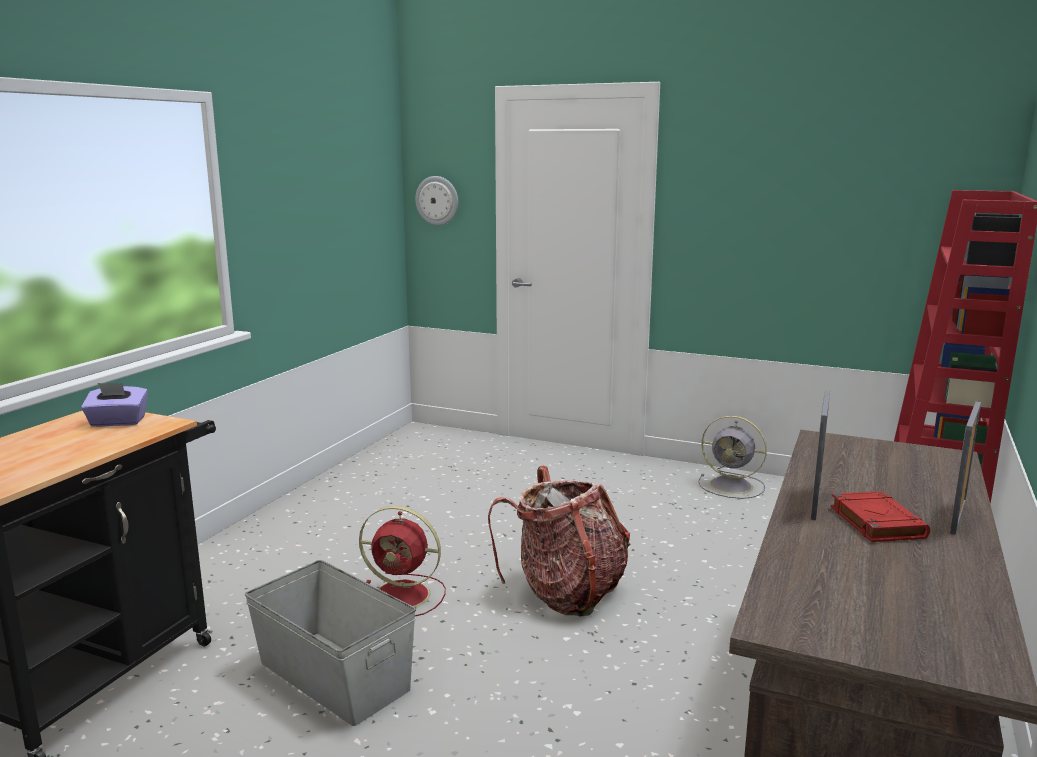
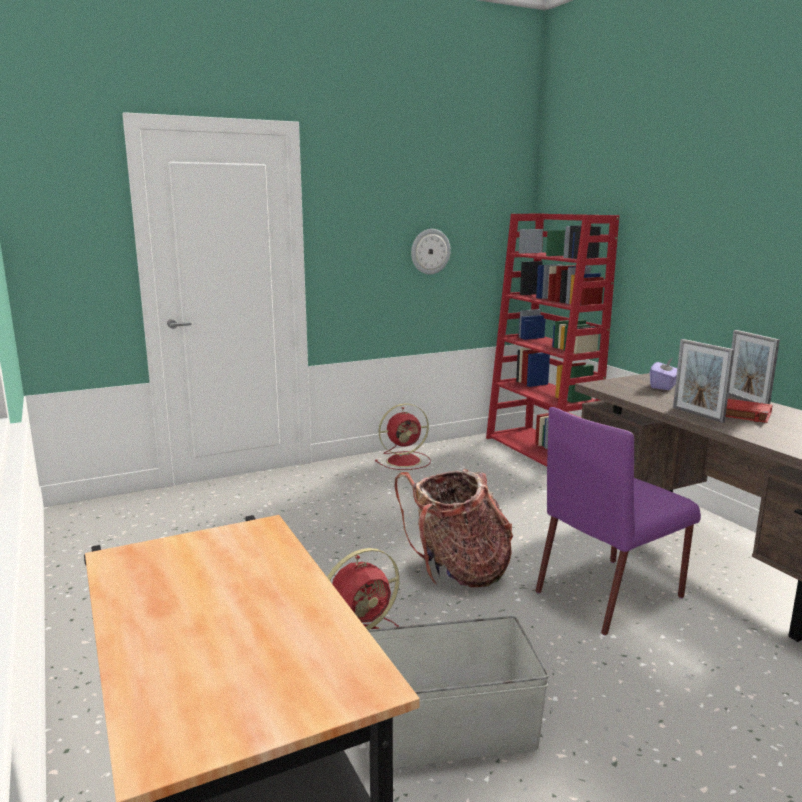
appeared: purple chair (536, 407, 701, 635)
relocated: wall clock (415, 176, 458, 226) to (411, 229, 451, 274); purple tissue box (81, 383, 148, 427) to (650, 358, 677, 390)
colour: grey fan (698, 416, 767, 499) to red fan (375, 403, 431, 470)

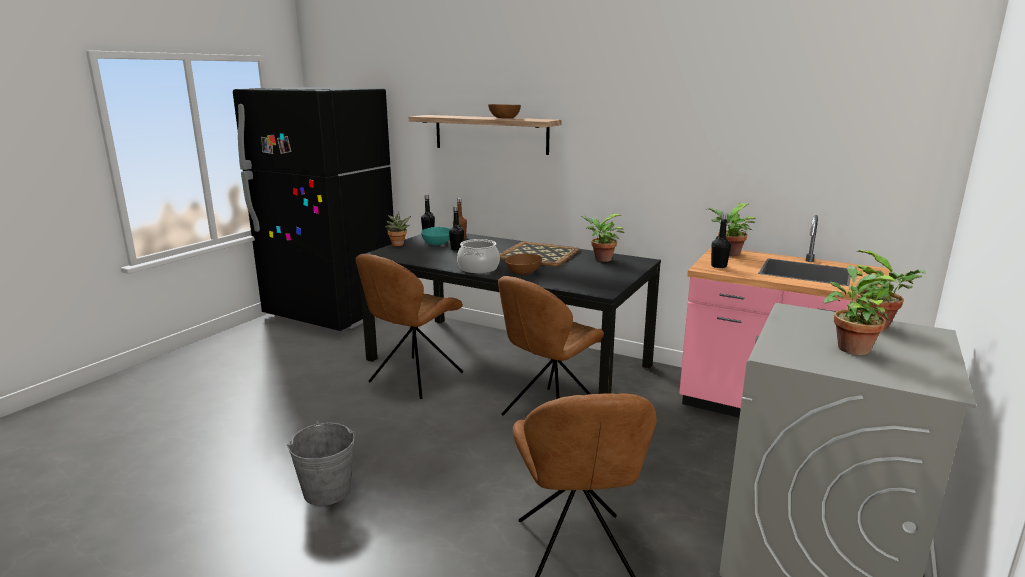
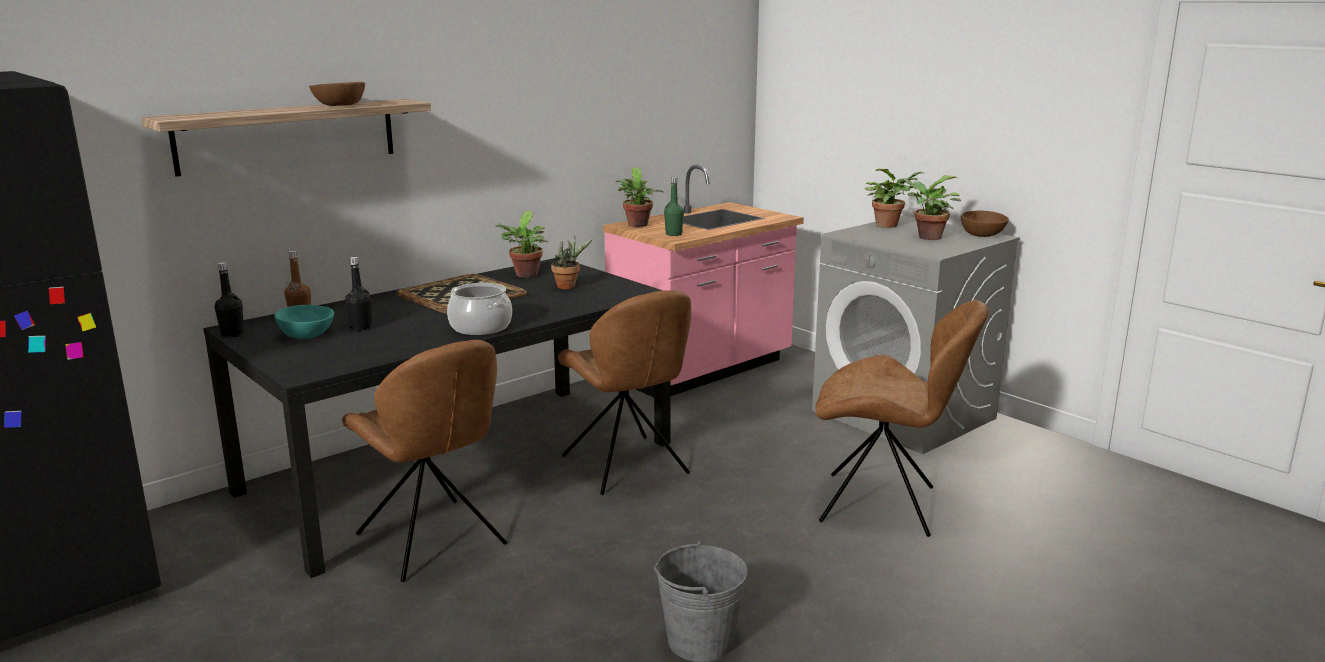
relocated: potted plant (385, 212, 411, 246) to (551, 235, 592, 289); brown bowl (505, 254, 542, 275) to (961, 211, 1009, 237)
colour: black bottle (711, 213, 731, 268) to green bottle (664, 177, 684, 236)

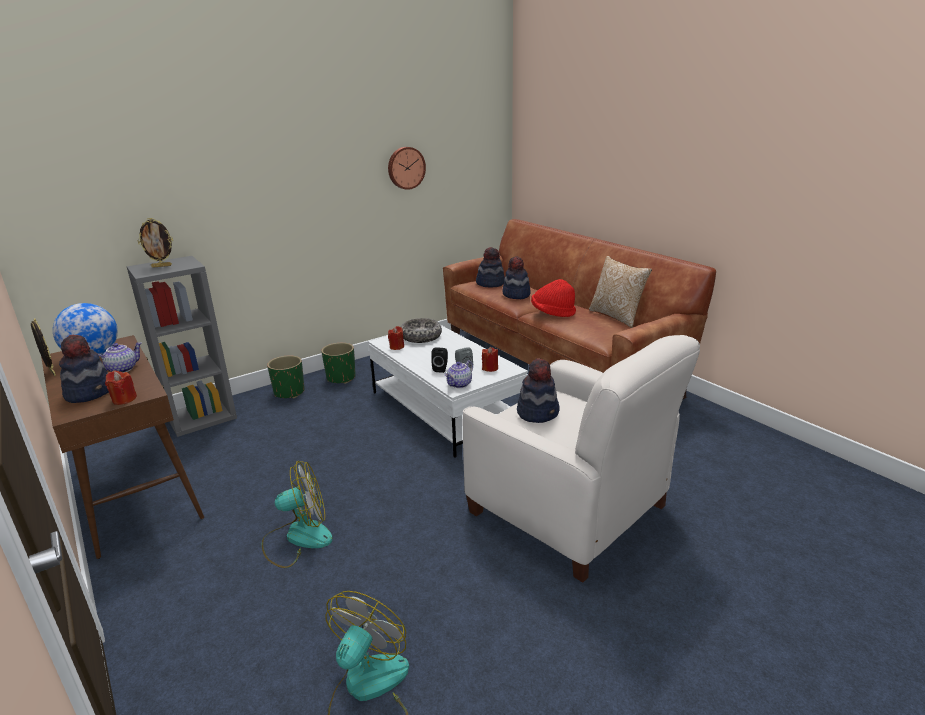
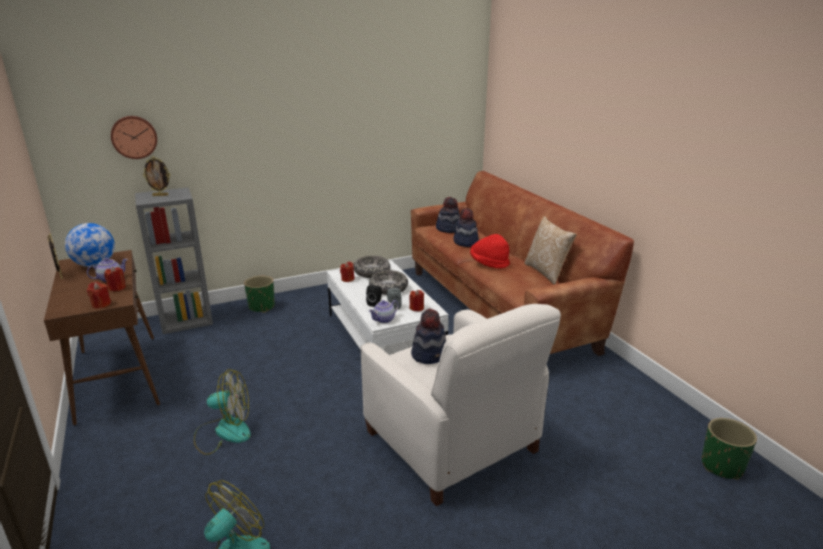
missing: hat (59, 334, 109, 403)
appeared: red candle (104, 267, 126, 291); bowl (369, 270, 408, 295)
relocated: wall clock (388, 147, 426, 190) to (111, 116, 157, 159); green planter (321, 343, 356, 384) to (702, 418, 757, 480)

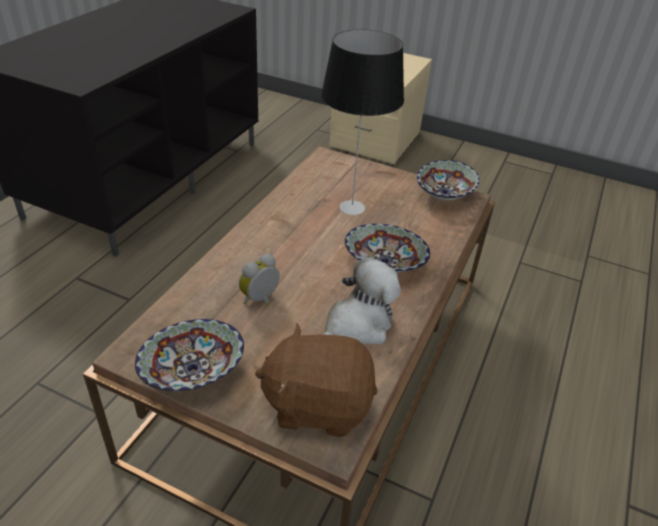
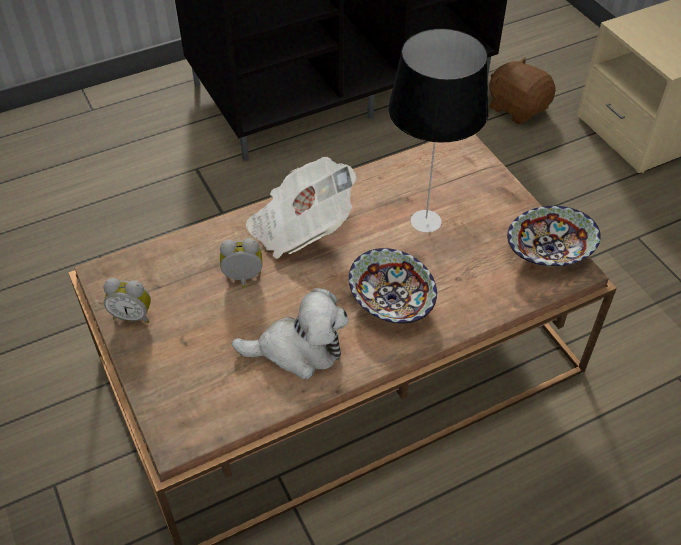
appeared: newspaper (246, 157, 357, 259)
relocated: brown plush toy (255, 323, 377, 437) to (489, 57, 556, 124)
exchanged: bowl (135, 319, 244, 391) to alarm clock (103, 278, 151, 323)

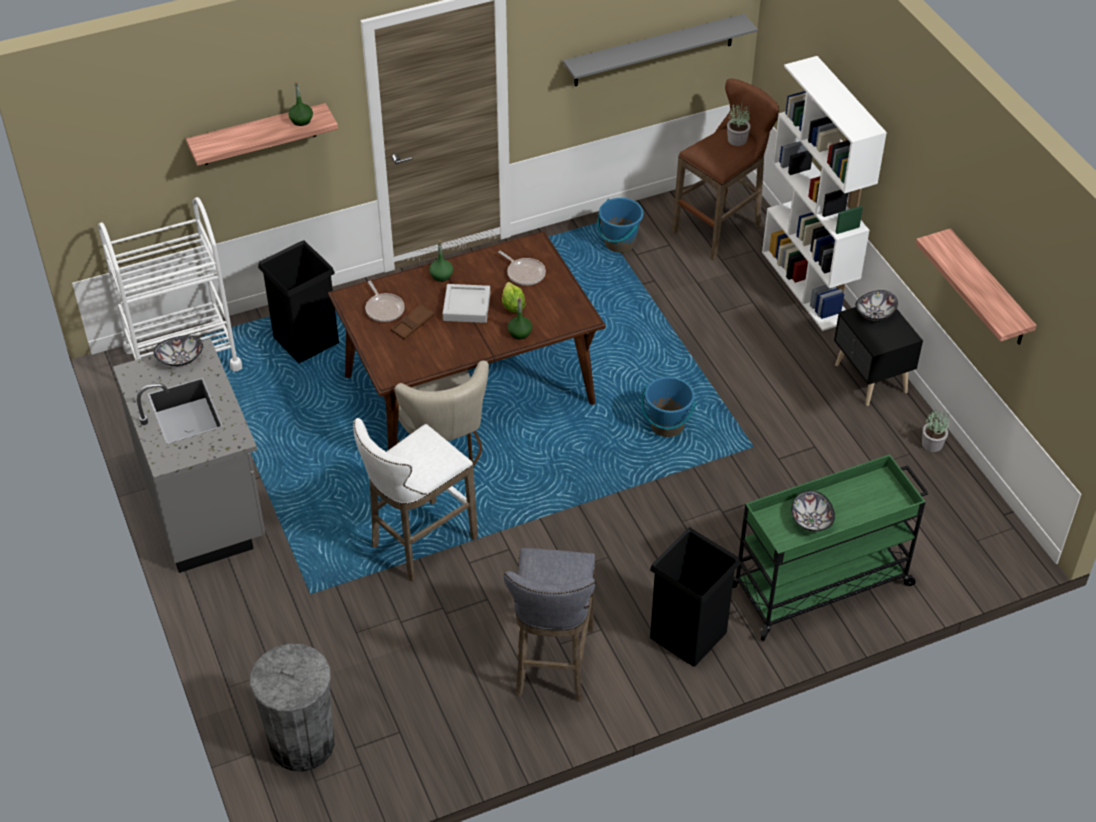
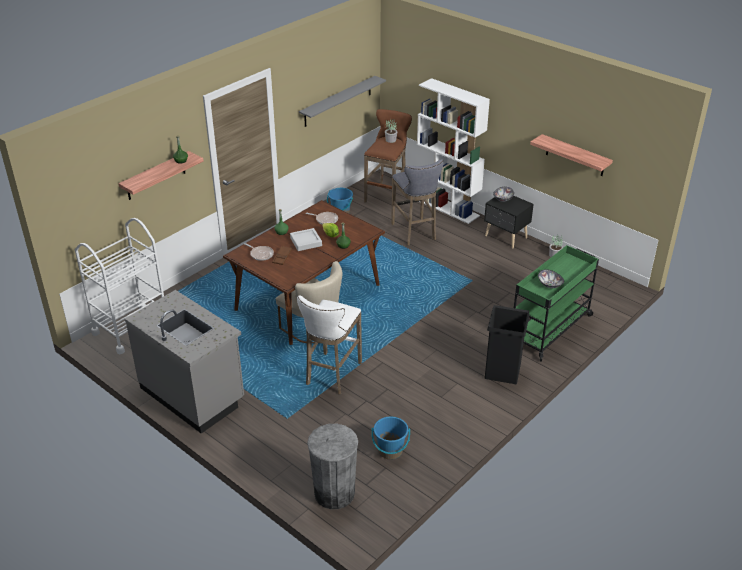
missing: black trash can (258, 240, 339, 363); bowl (153, 335, 203, 367)
relocated: blue bucket (641, 377, 696, 437) to (372, 417, 410, 460); grey stool (504, 548, 596, 702) to (391, 159, 444, 245)

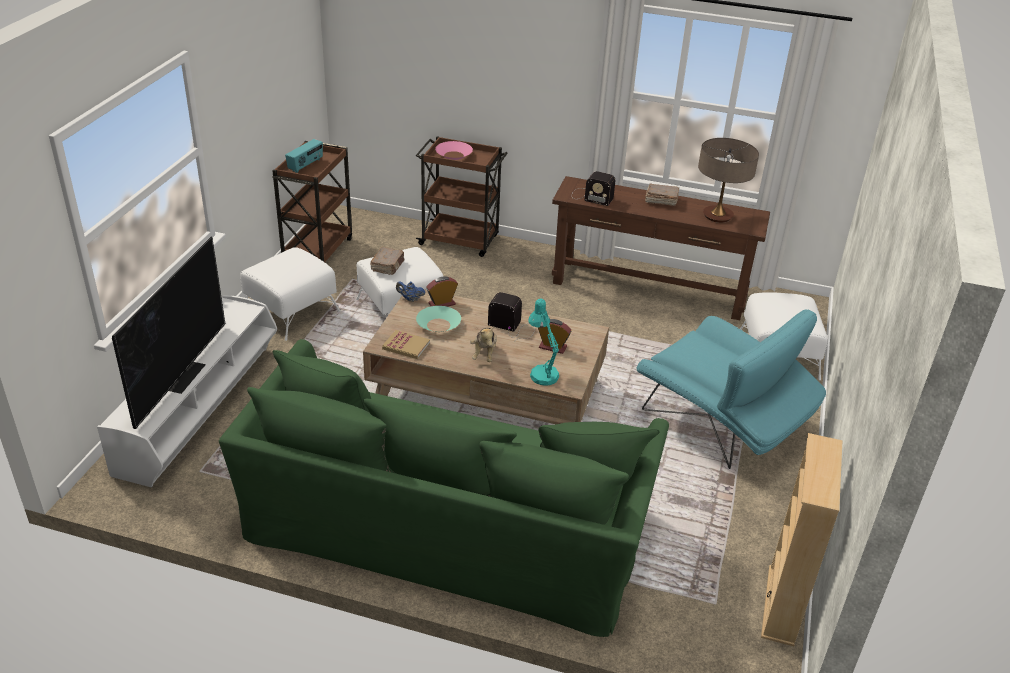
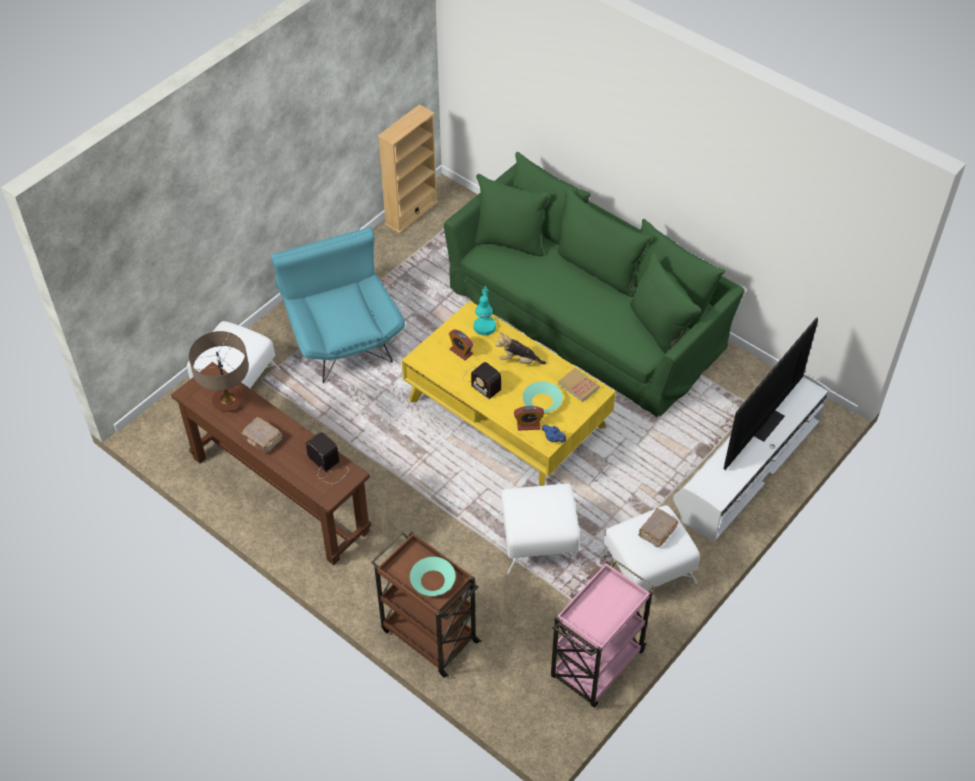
missing: radio (285, 139, 323, 173)
relocated: brown book (370, 247, 405, 275) to (639, 508, 678, 548)
colour: brown cart (272, 141, 352, 262) to pink cart (551, 560, 654, 708); pink bowl (435, 141, 473, 160) to turquoise bowl (410, 557, 455, 596); brown coffee table (363, 289, 609, 424) to yellow coffee table (402, 301, 616, 486)
spun: plush toy (470, 327, 497, 362) = (495, 332, 546, 364) 105 degrees counterclockwise

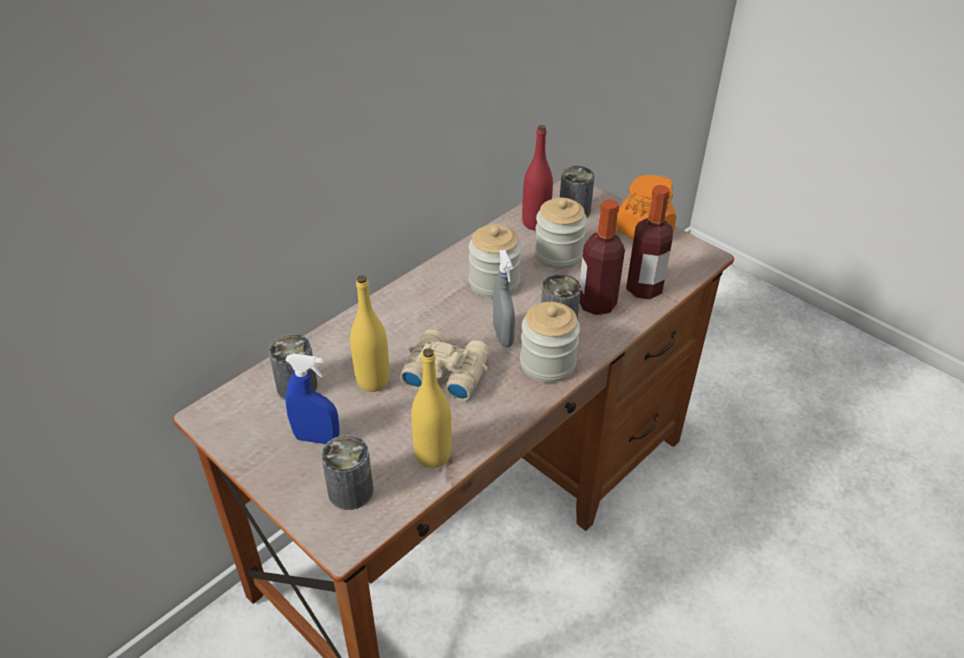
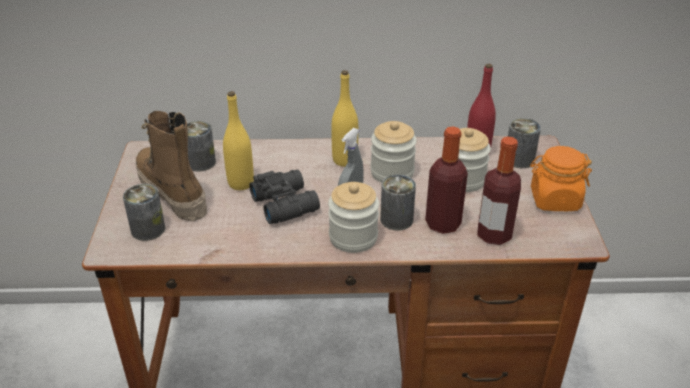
relocated: yellow bottle (411, 348, 452, 468) to (331, 70, 358, 167)
exchanged: blue spray bottle (285, 354, 340, 444) to boot (135, 111, 207, 222)
colour: beige binoculars (400, 330, 490, 402) to black binoculars (249, 169, 320, 224)

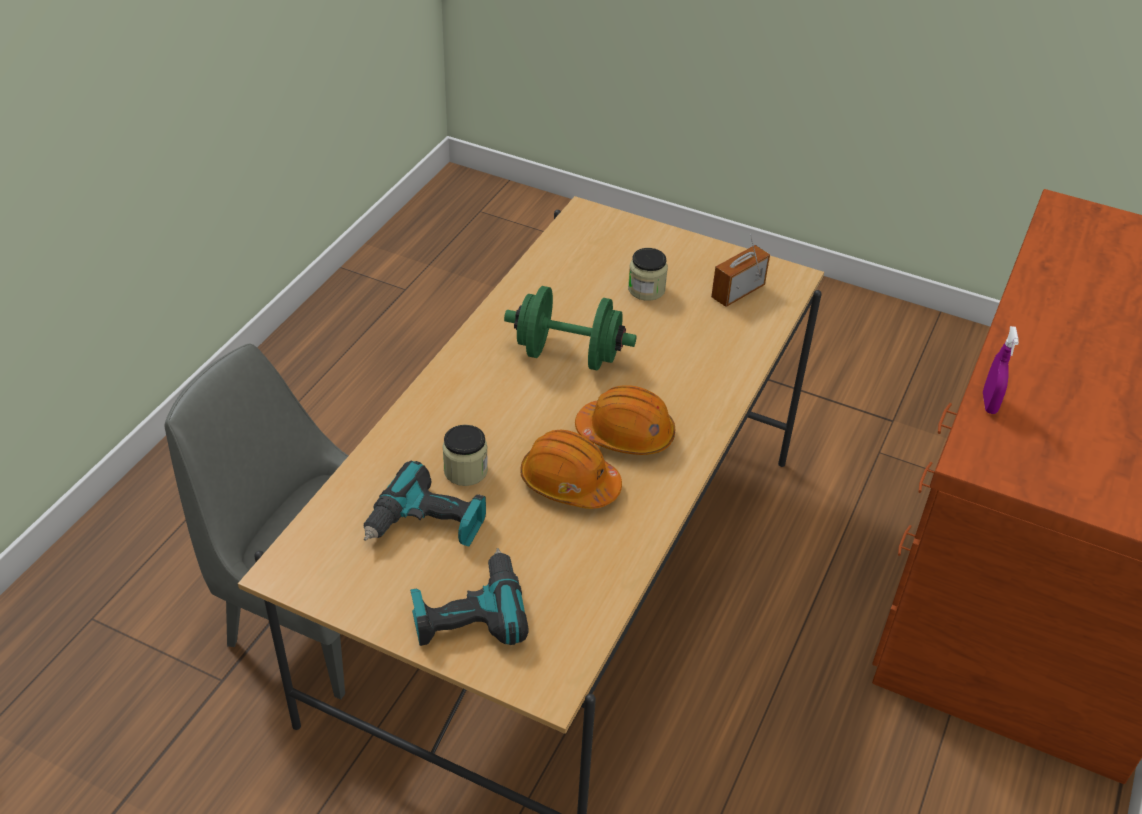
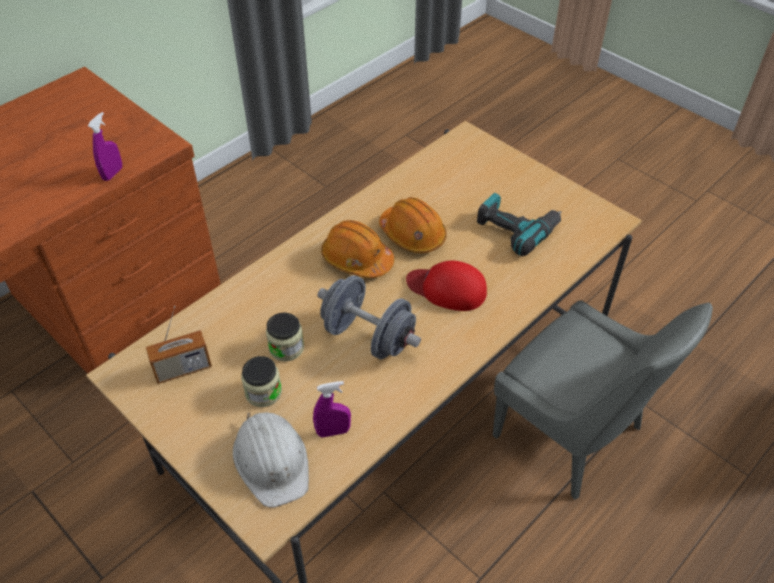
missing: power drill (410, 548, 529, 646)
appeared: red cap (406, 261, 487, 311); purple spray bottle (313, 381, 351, 437); white hard hat (233, 412, 309, 508)
relocated: jar (442, 425, 488, 486) to (266, 313, 304, 361)
colour: green dumbbell (504, 286, 637, 370) to grey dumbbell (317, 275, 421, 360)

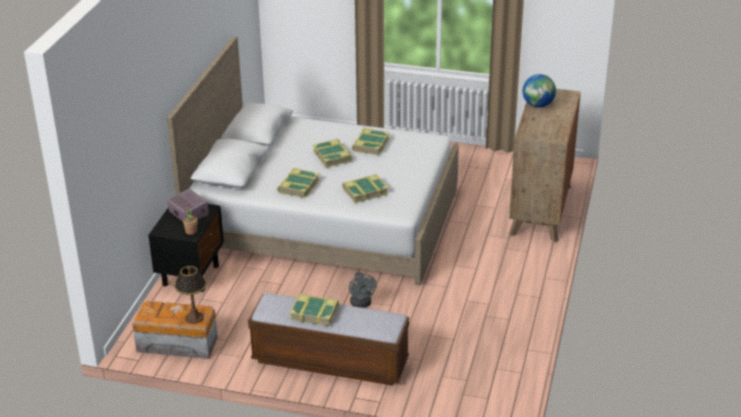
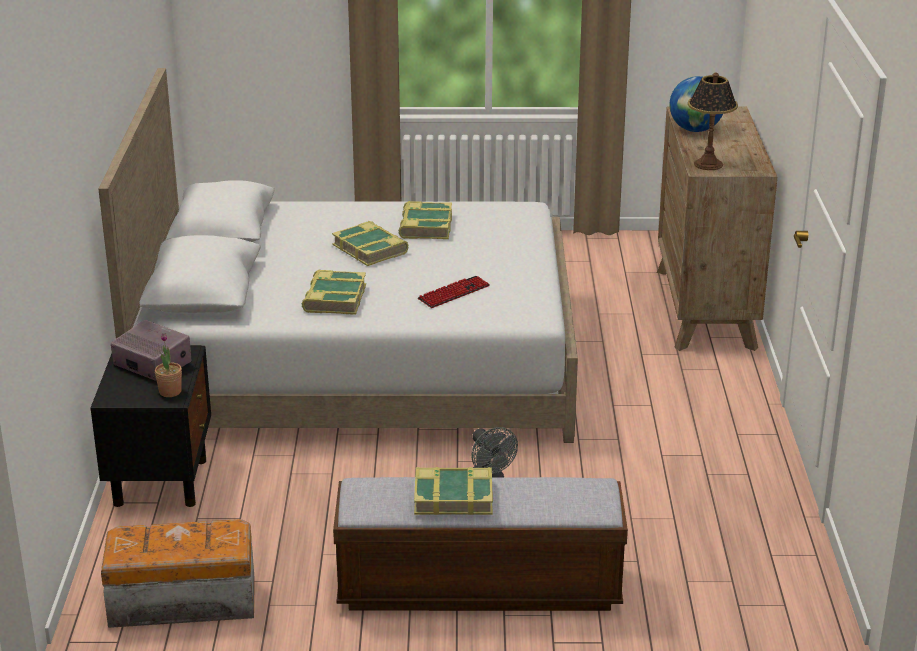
relocated: table lamp (174, 266, 207, 324) to (688, 72, 738, 170)
exchanged: book (343, 174, 389, 203) to keyboard (418, 276, 490, 308)

